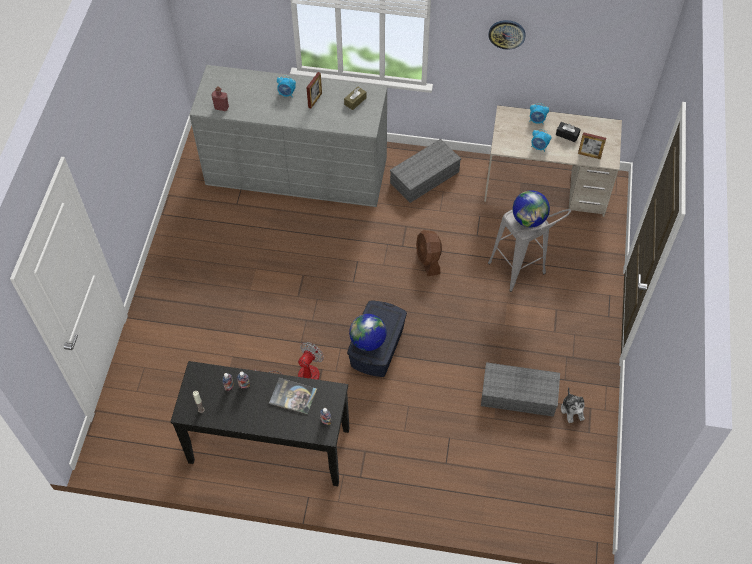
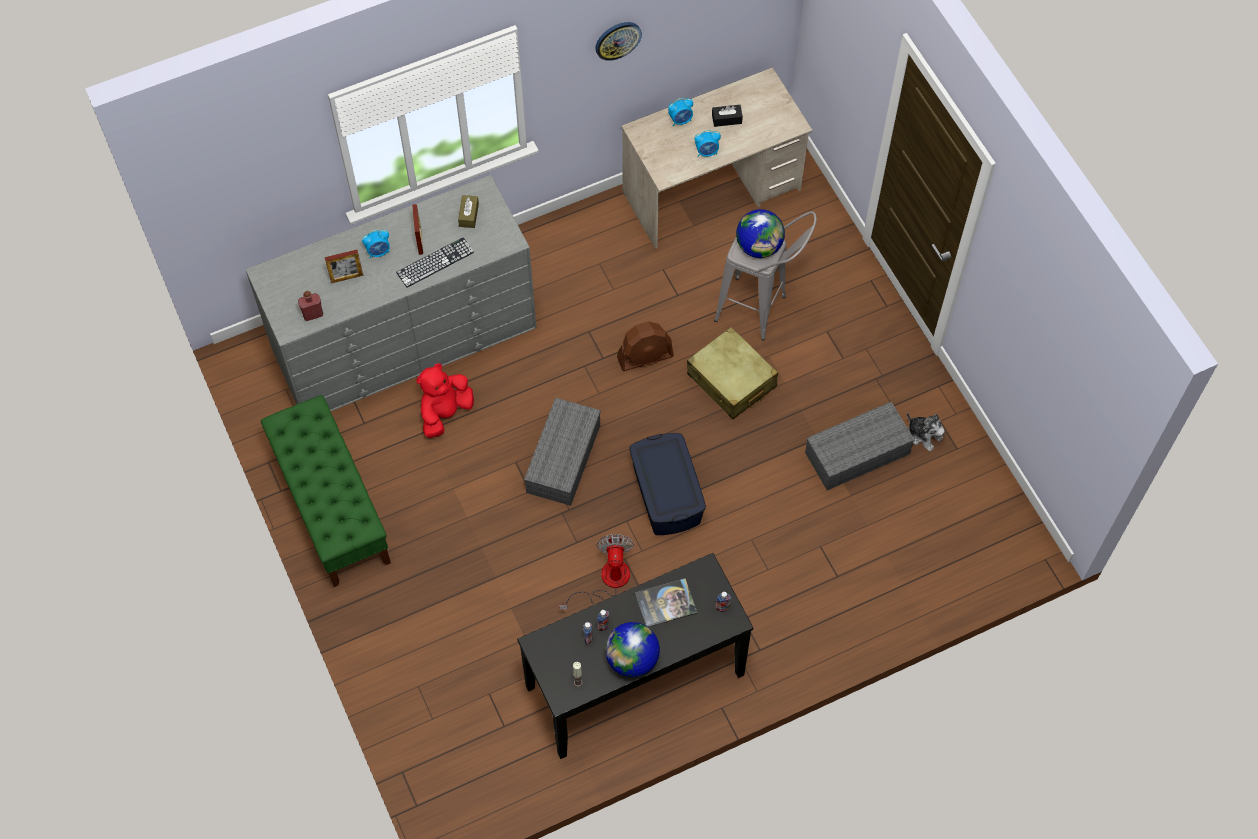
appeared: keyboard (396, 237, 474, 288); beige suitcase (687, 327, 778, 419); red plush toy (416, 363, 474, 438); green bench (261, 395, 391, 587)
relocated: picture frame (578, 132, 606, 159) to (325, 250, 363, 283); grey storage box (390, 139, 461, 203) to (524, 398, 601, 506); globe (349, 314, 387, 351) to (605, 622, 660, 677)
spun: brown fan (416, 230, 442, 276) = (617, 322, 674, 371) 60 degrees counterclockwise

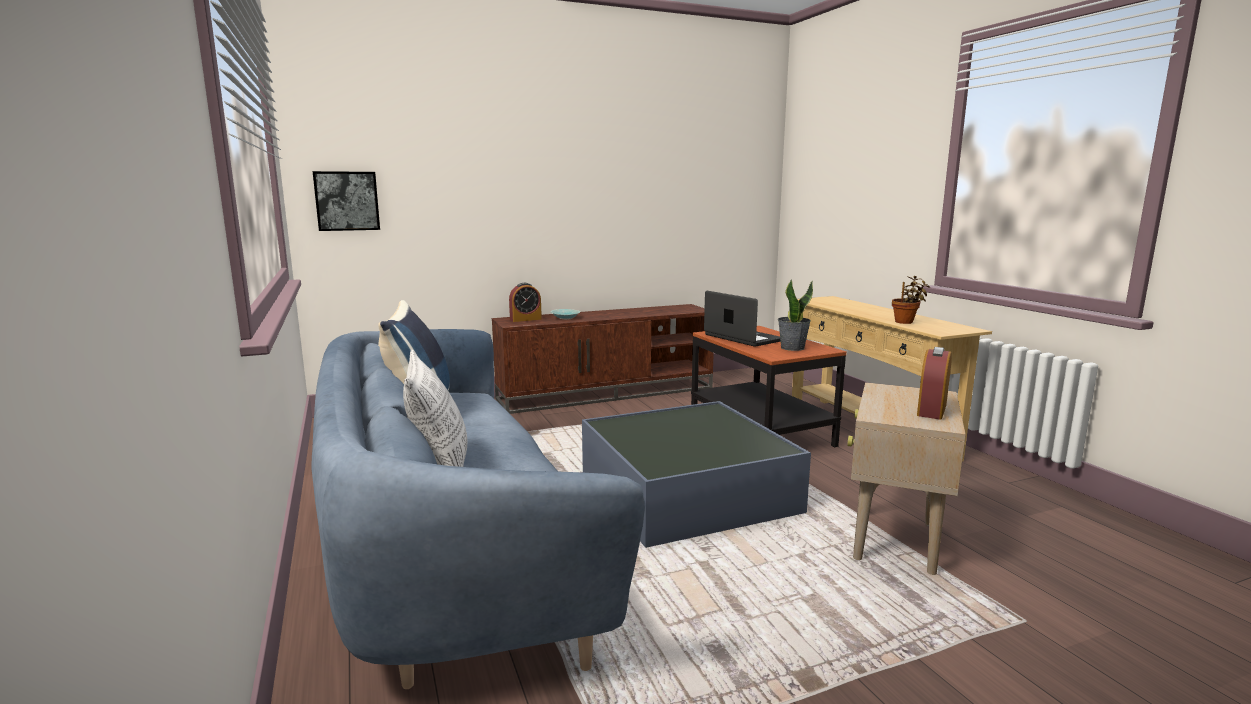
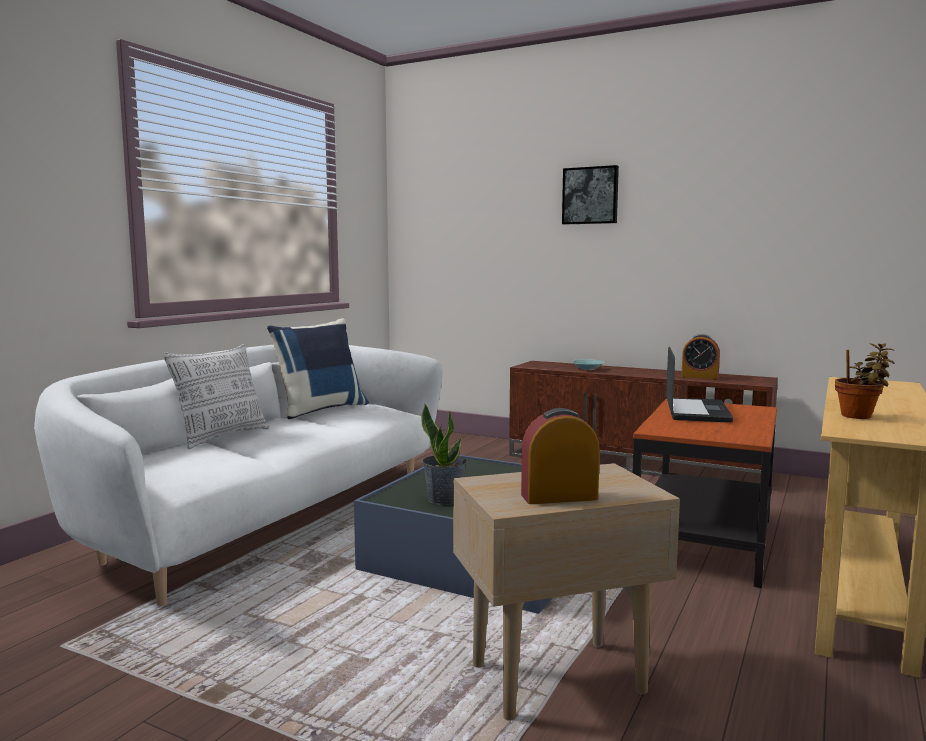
relocated: picture (313, 171, 380, 231) to (562, 165, 619, 224); potted plant (778, 279, 813, 351) to (421, 404, 467, 505); alarm clock (509, 283, 542, 322) to (681, 334, 720, 379)
colour: blue sofa (312, 329, 645, 689) to white sofa (34, 345, 443, 606)

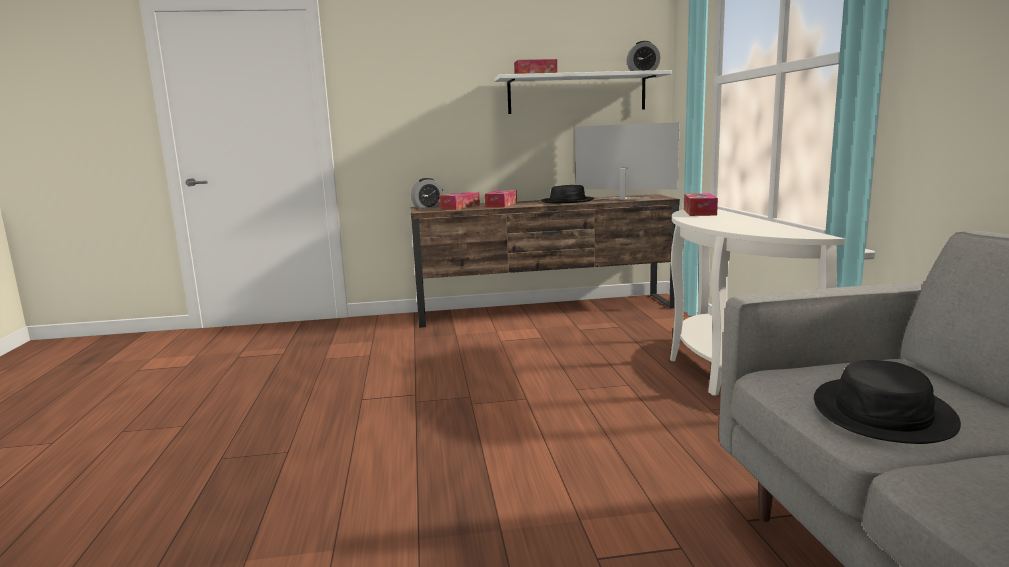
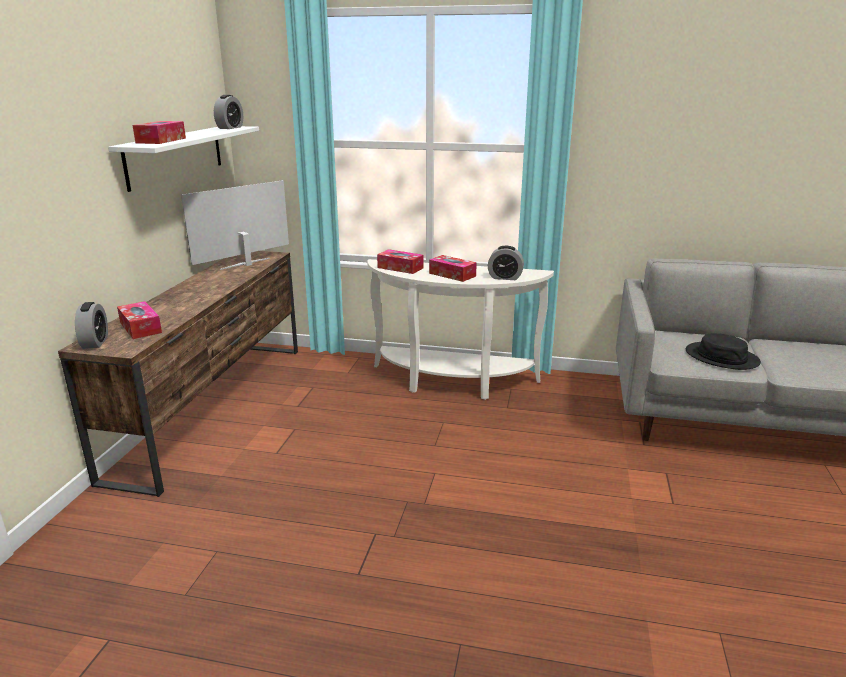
missing: black hat (541, 185, 595, 203)
appeared: alarm clock (488, 246, 524, 280)
relocated: tissue box (485, 190, 517, 207) to (429, 255, 477, 282)

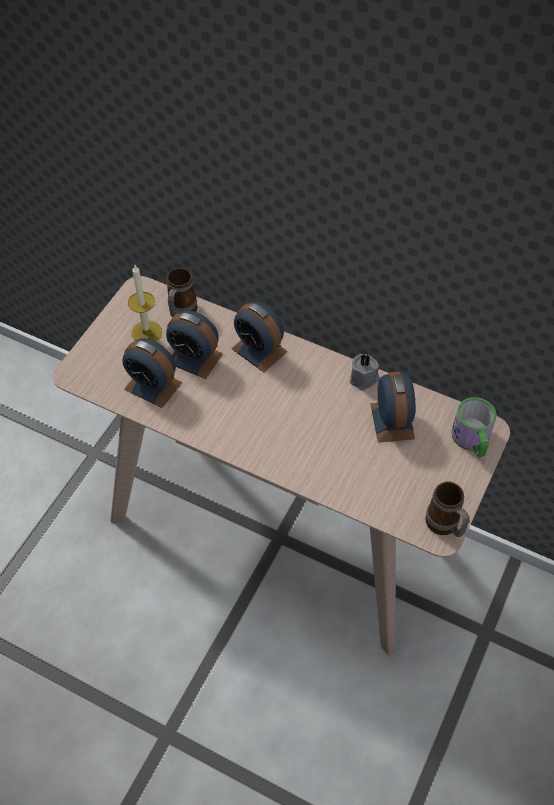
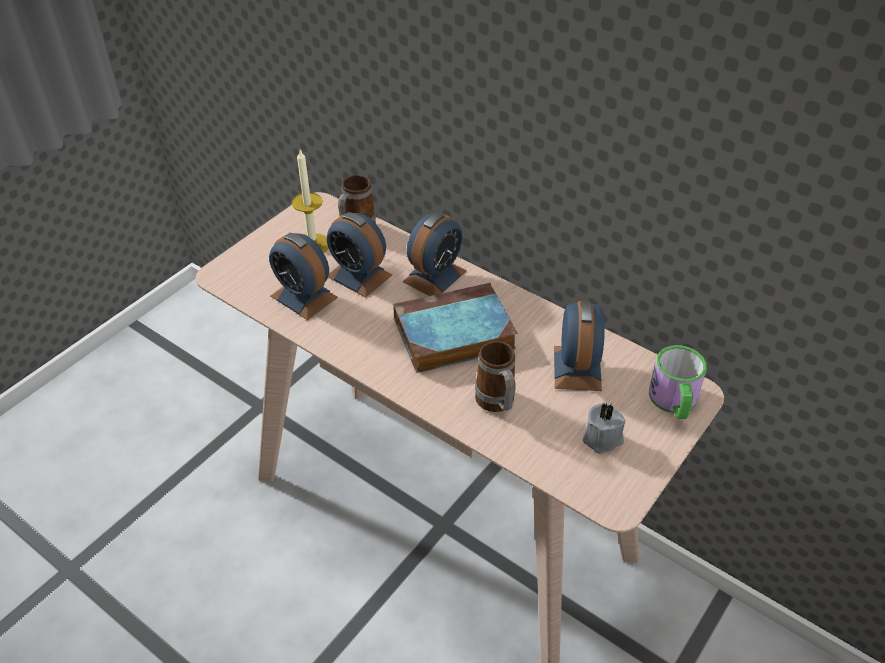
appeared: book (393, 283, 517, 373)
relocated: grey candle (350, 354, 379, 390) to (583, 403, 625, 454); mug (425, 482, 470, 537) to (475, 341, 516, 412)
spun: alarm clock (231, 302, 288, 372) = (403, 212, 467, 296) 105 degrees counterclockwise

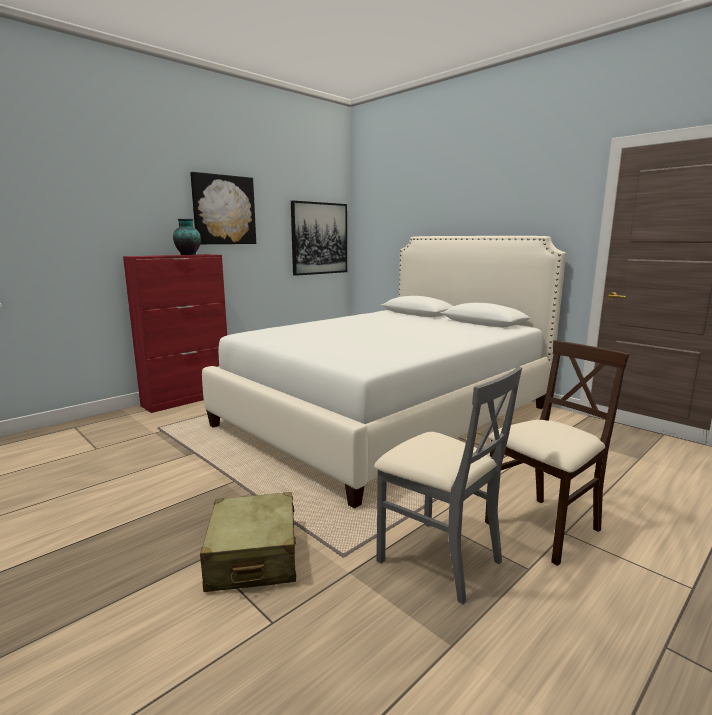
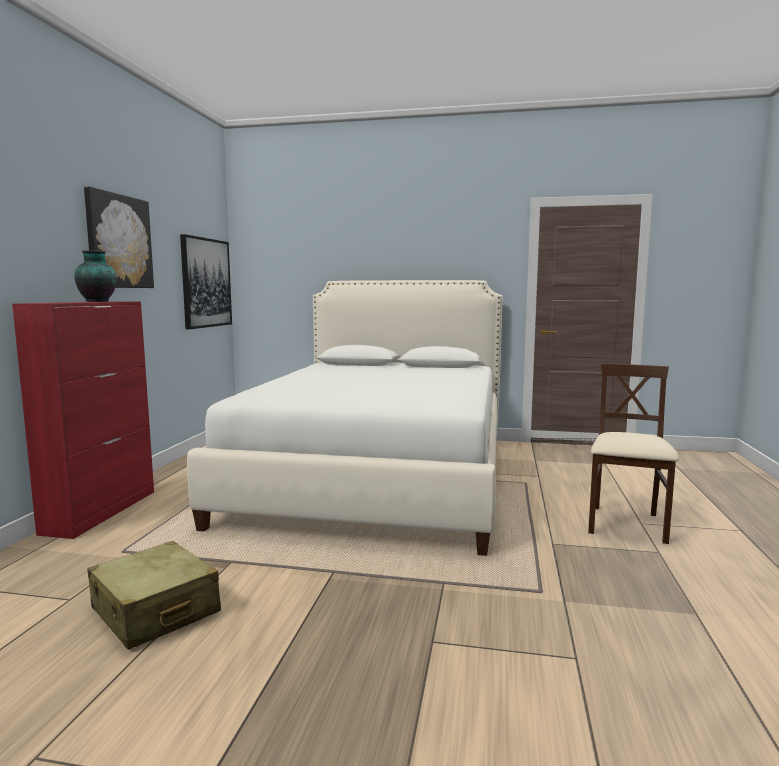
missing: grey chair (374, 367, 522, 604)
relocated: beige suitcase (200, 492, 296, 592) to (87, 541, 221, 650)

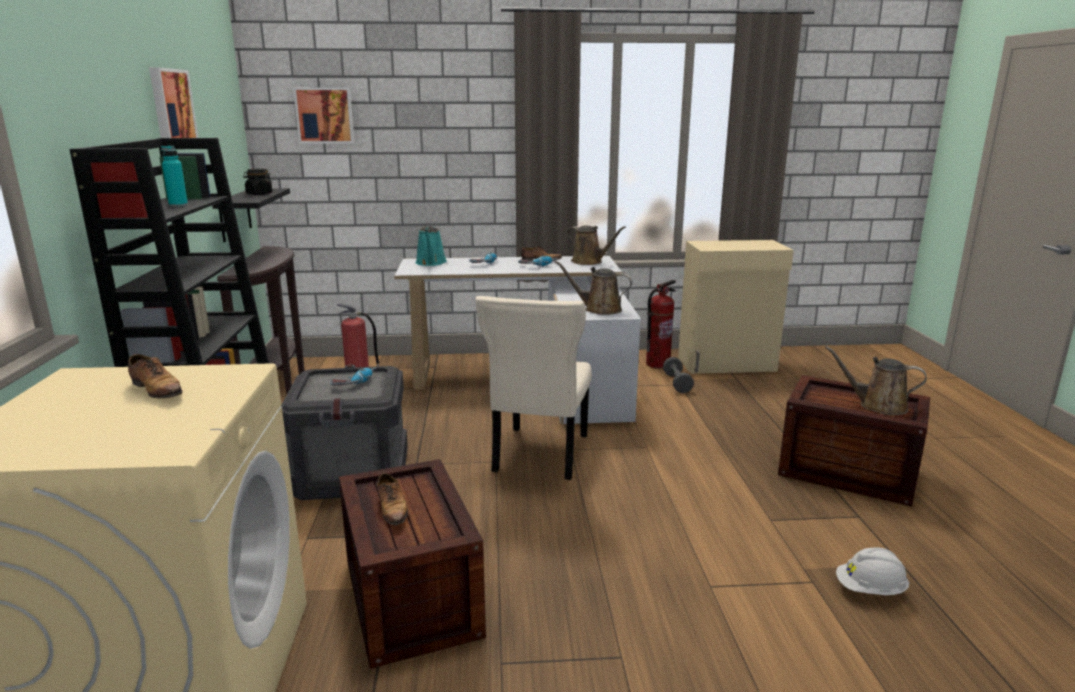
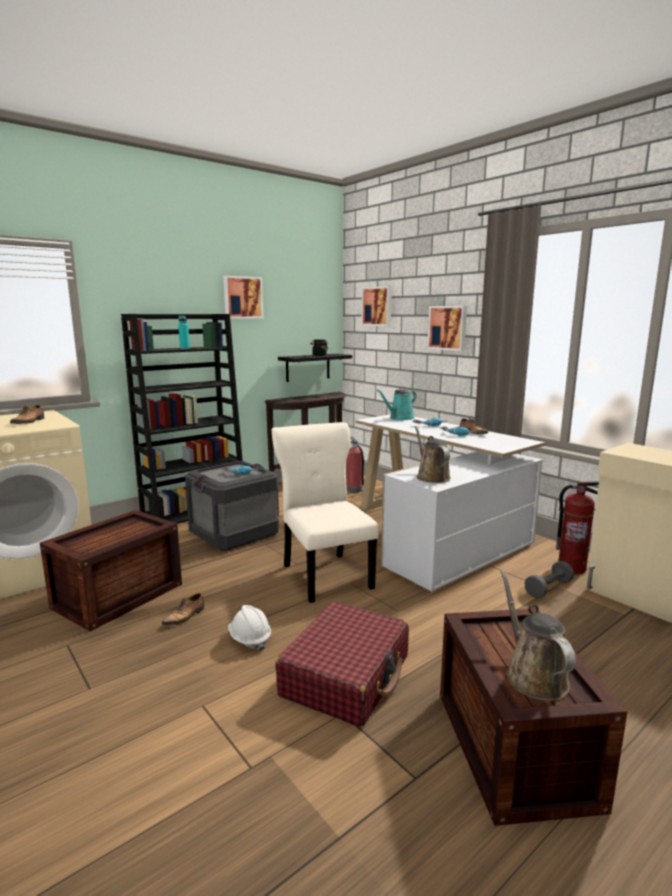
missing: brown watering can (566, 226, 626, 265)
appeared: picture (427, 306, 467, 351); red suitcase (276, 602, 409, 727)
relocated: shoe (377, 473, 408, 525) to (162, 593, 204, 626); white hard hat (836, 547, 909, 595) to (228, 605, 271, 651)
spun: beige chair (475, 296, 592, 480) = (272, 422, 379, 603) 90 degrees clockwise

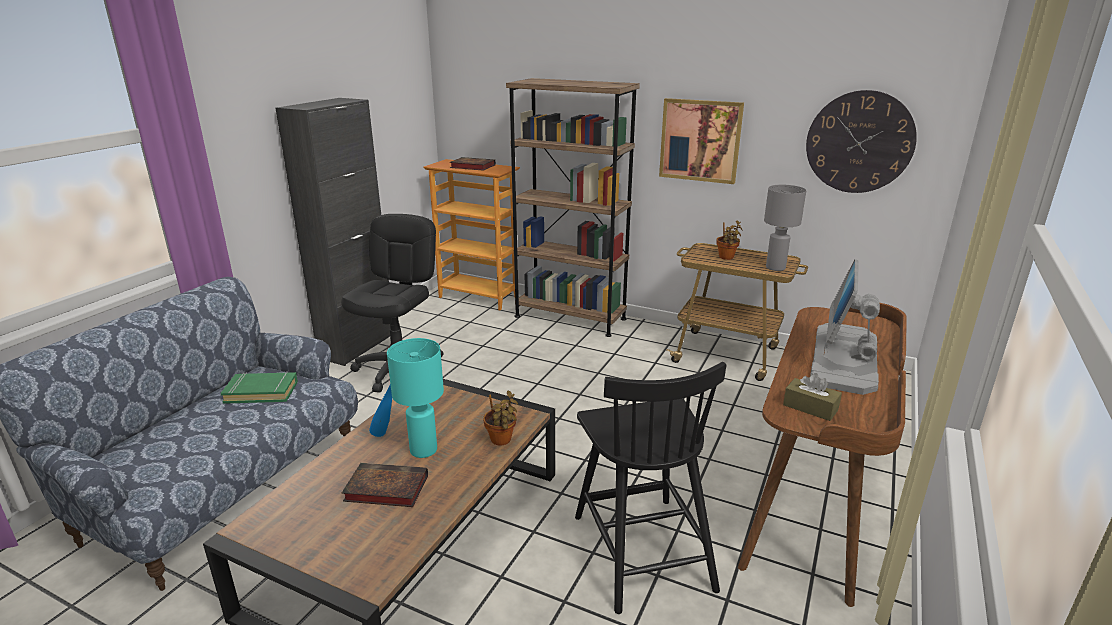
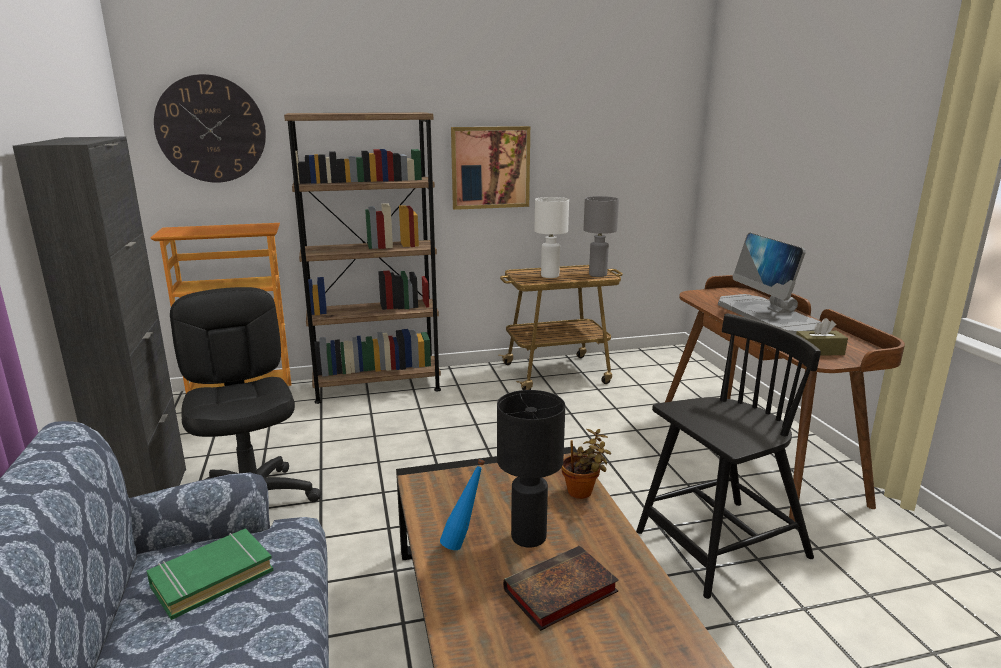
missing: book (450, 157, 496, 171)
relocated: wall clock (806, 90, 917, 193) to (154, 74, 266, 183)
exchanged: potted plant (716, 221, 743, 260) to white table lamp (535, 197, 569, 278)
colour: turquoise table lamp (387, 338, 444, 458) to black table lamp (497, 390, 565, 548)
spun: black chair (575, 362, 726, 614) = (636, 314, 821, 599) 60 degrees counterclockwise

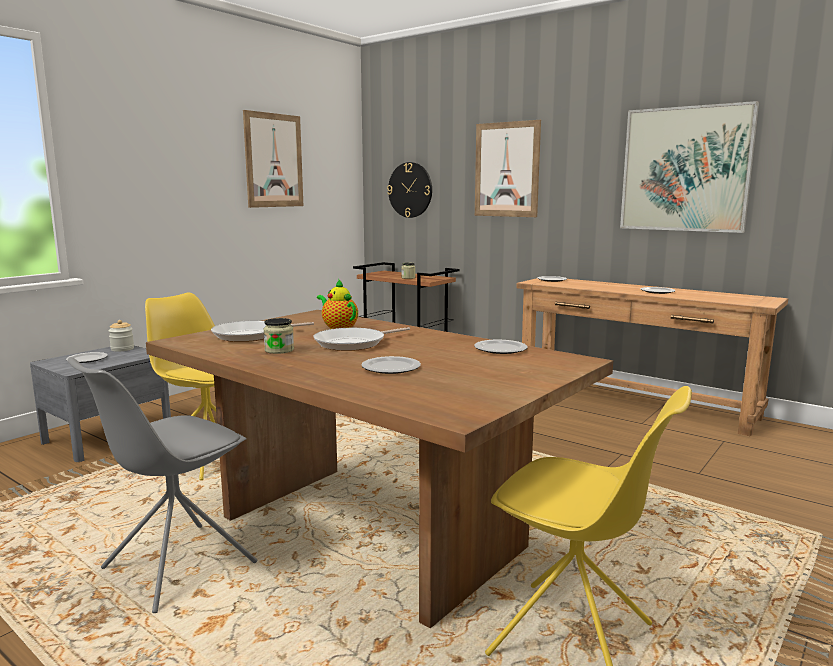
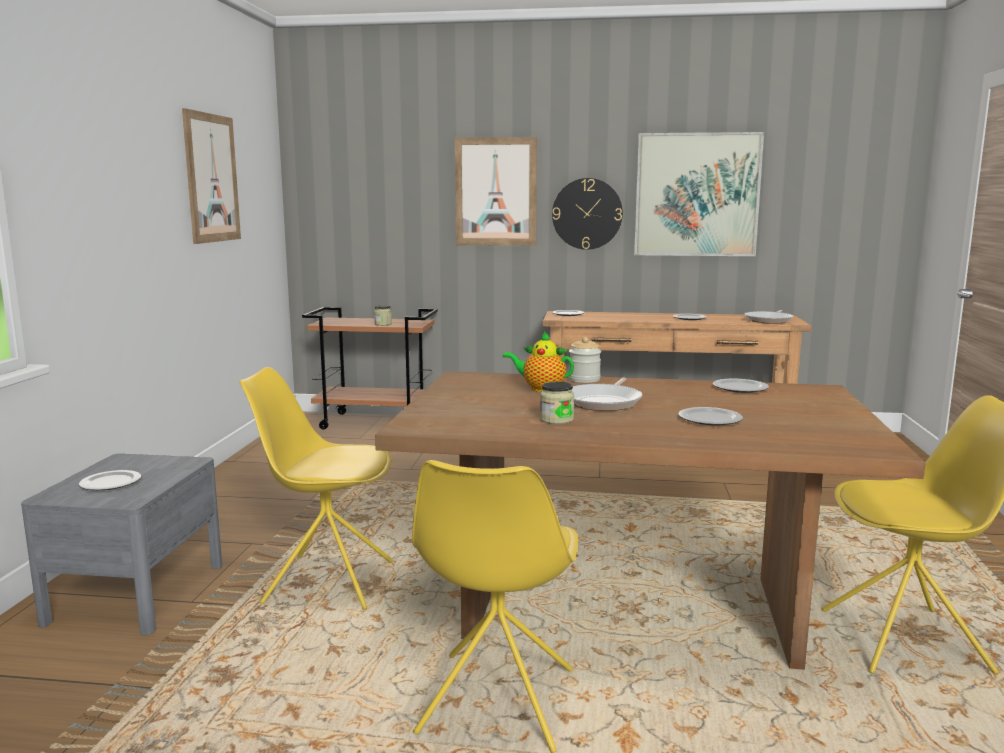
relocated: wall clock (387, 162, 432, 218) to (552, 178, 623, 250); jar (109, 320, 134, 351) to (569, 337, 601, 383); frying pan (211, 321, 314, 342) to (745, 310, 793, 324)
colour: grey chair (68, 357, 257, 613) to yellow chair (412, 460, 578, 753)

